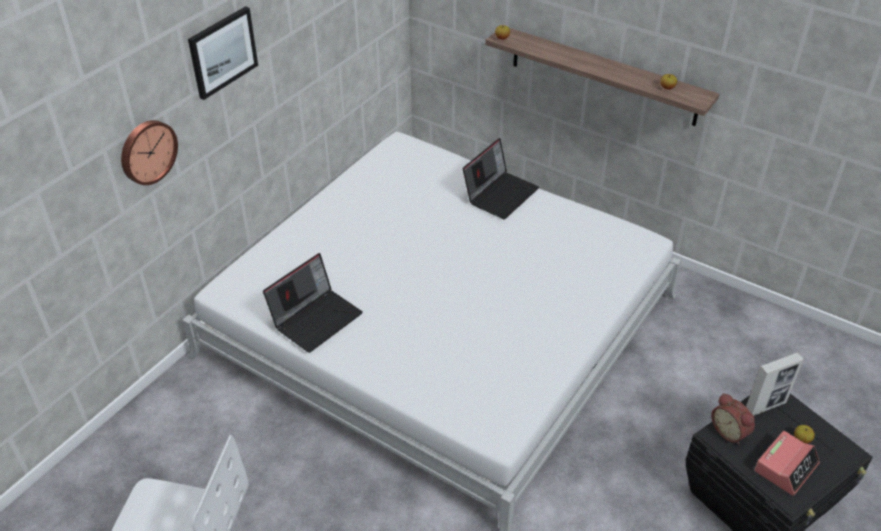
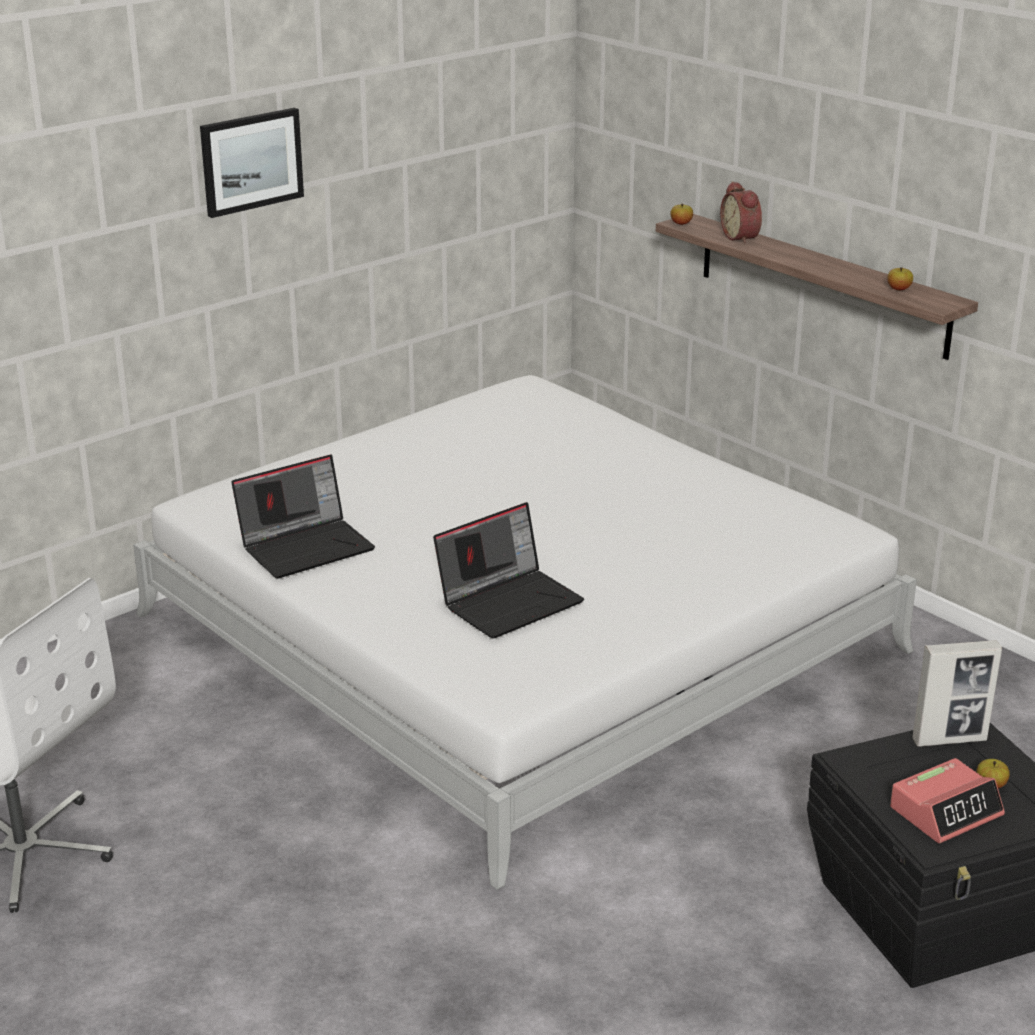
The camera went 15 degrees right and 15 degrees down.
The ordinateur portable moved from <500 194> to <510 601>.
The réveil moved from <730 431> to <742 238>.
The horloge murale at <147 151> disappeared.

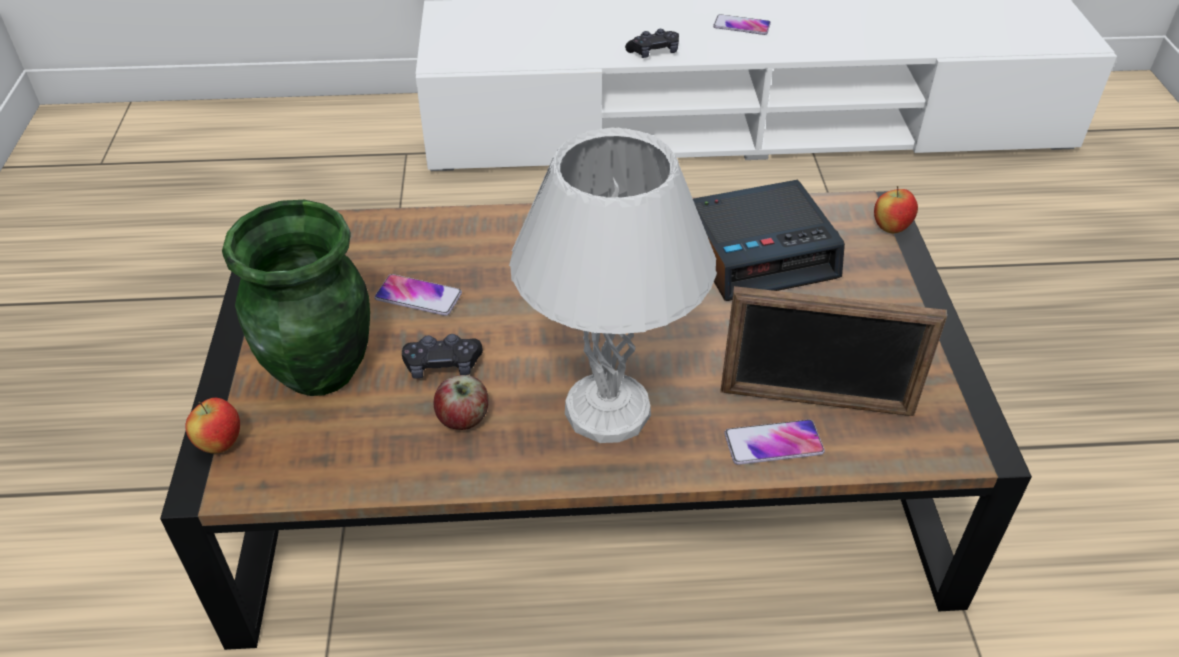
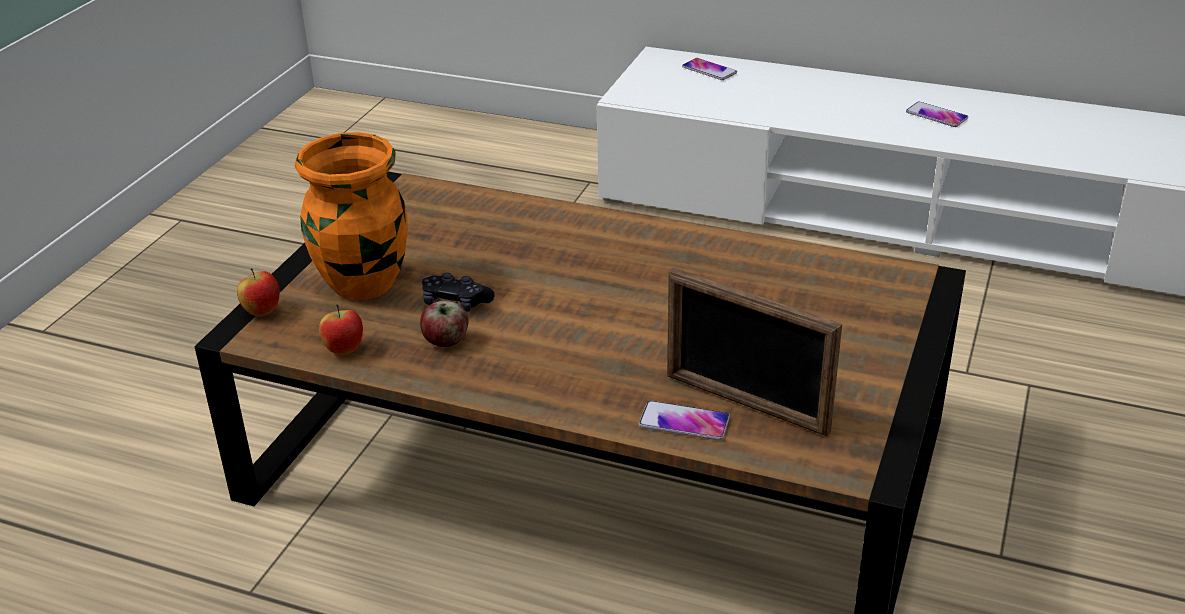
The camera went 25 degrees right and 10 degrees down.
The vase [vert] at <322 371> became the vase [orange] at <364 285>.
The pomme moved from <890 228> to <344 350>.
The téléphone moved from <418 296> to <709 70>.
The lampe de table [blanc] at <610 411> disappeared.
The manette [noir] at <654 52> disappeared.
The réveil at <760 252> disappeared.

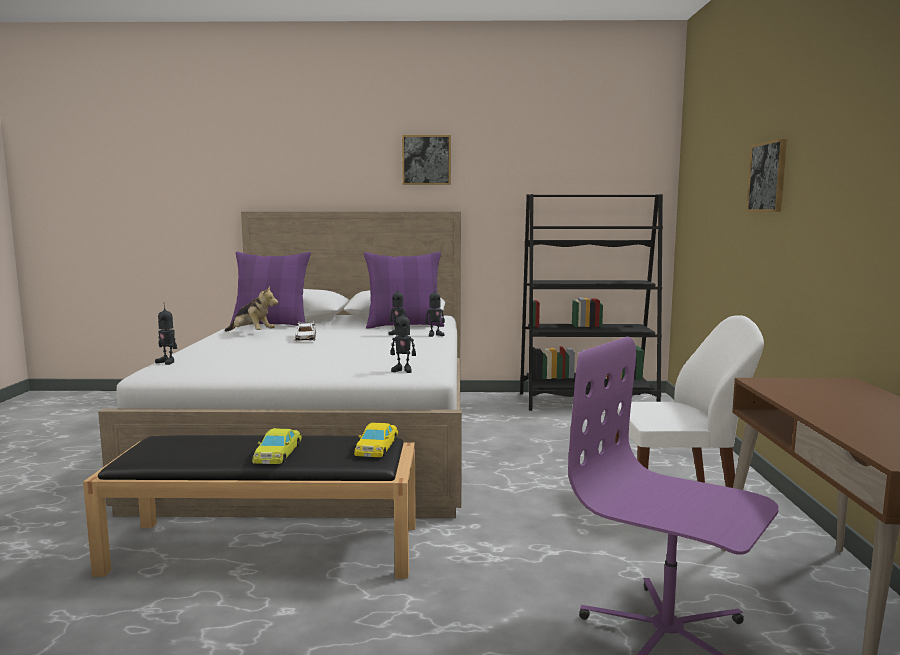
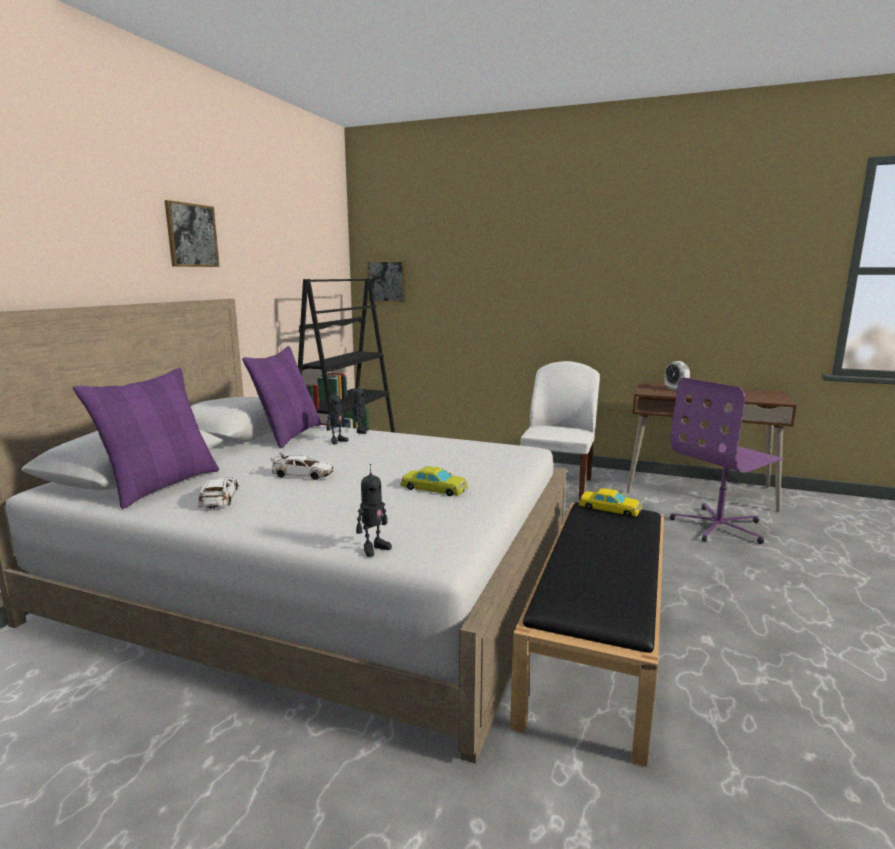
The camera went 70 degrees left and 5 degrees up.
The peluche at <251 334> was replaced by the petite voiture [blanc] at <219 498>.
The tableau moved from <768 177> to <386 281>.
The petite voiture [jaune] moved from <277 453> to <434 488>.
The réveil at <675 389> appeared.
The robot jouet at <403 370> disappeared.

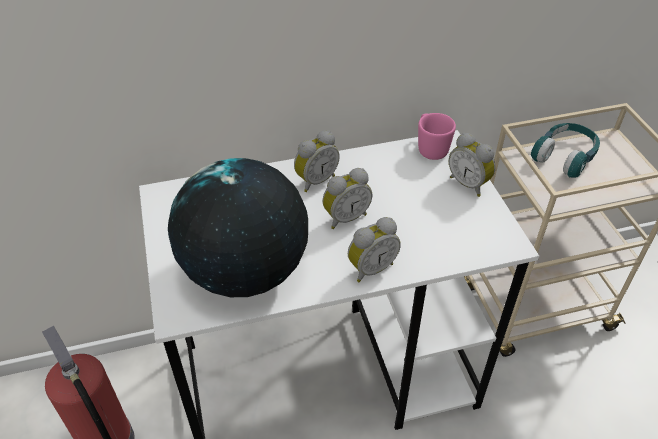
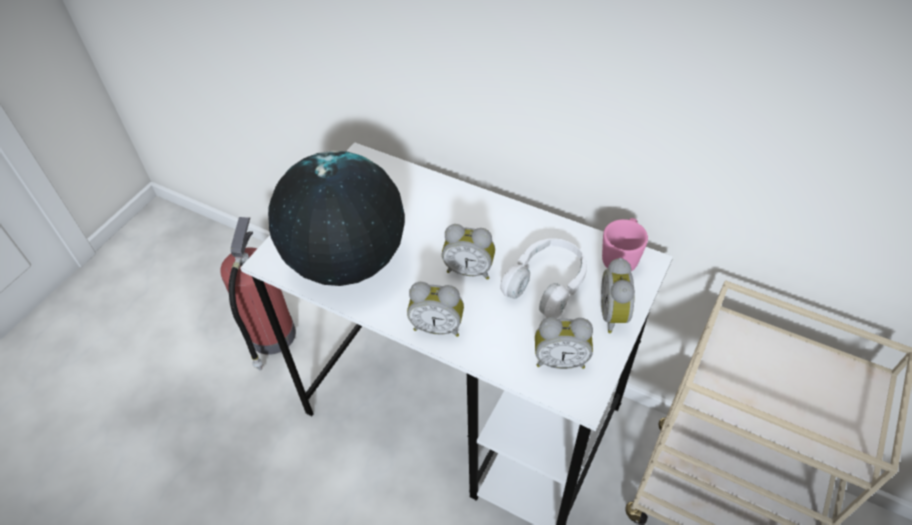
The camera went 45 degrees right and 5 degrees up.
The casque audio [blanc] at <546 284> appeared.
The réveil moved from <315 180> to <560 359>.
The casque audio [turquoise] at <565 157> disappeared.

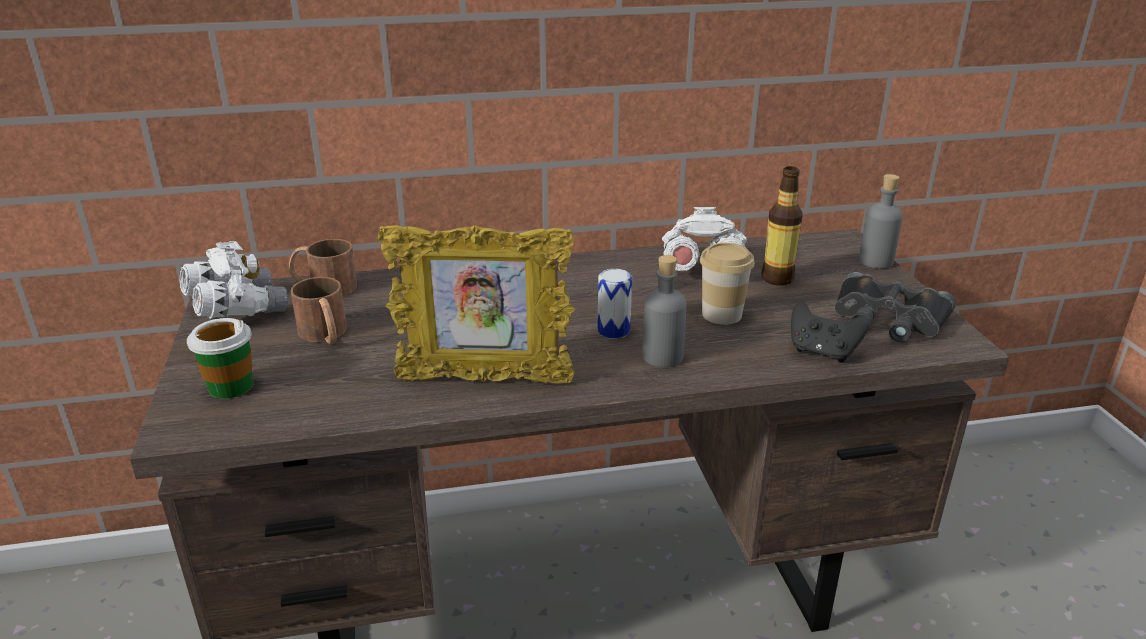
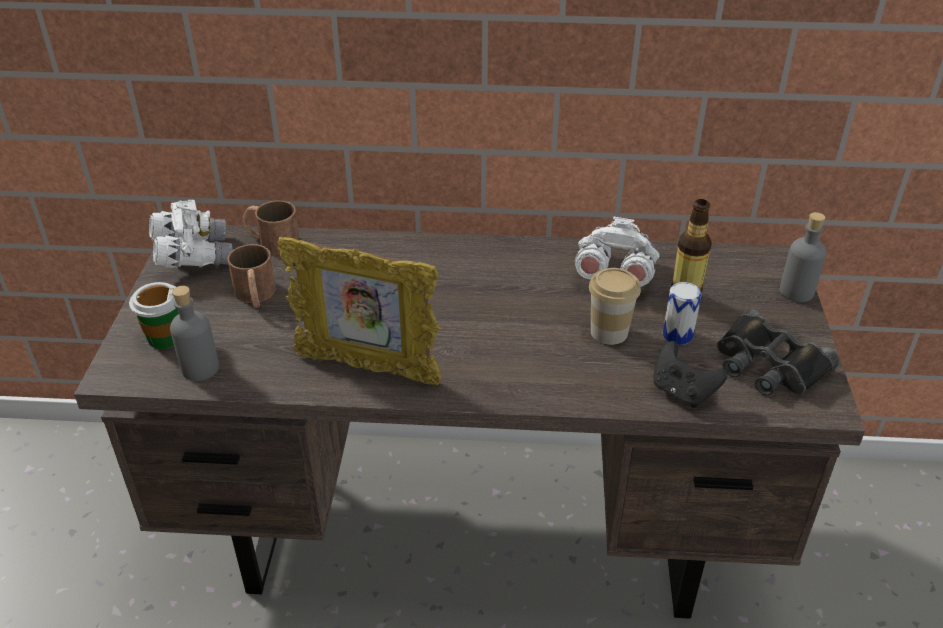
The camera went 15 degrees right and 10 degrees up.
The bouteille [gris] moved from <662 356> to <200 368>.
The boîte métallique moved from <613 330> to <677 335>.

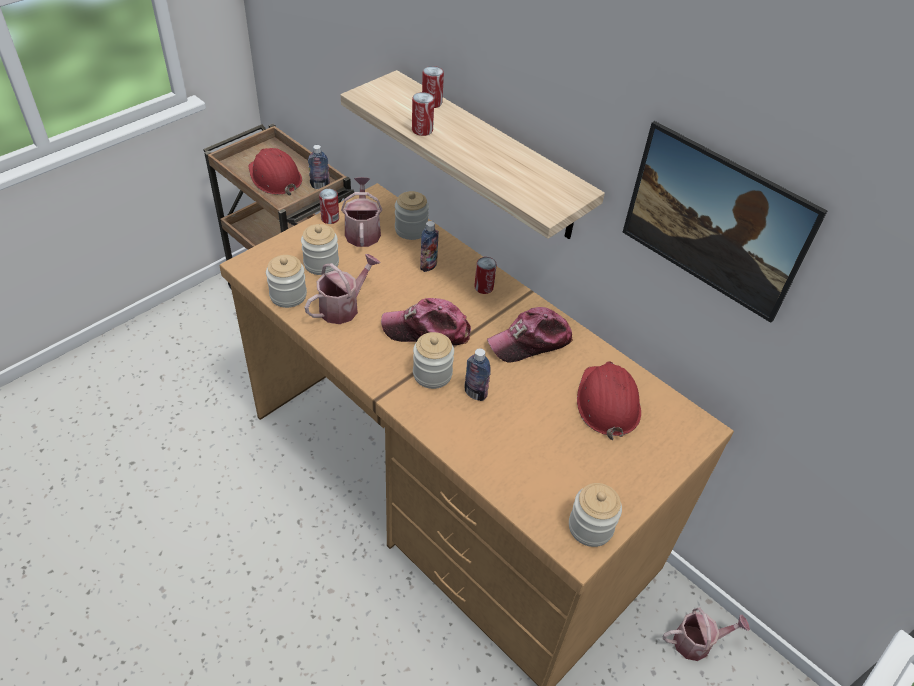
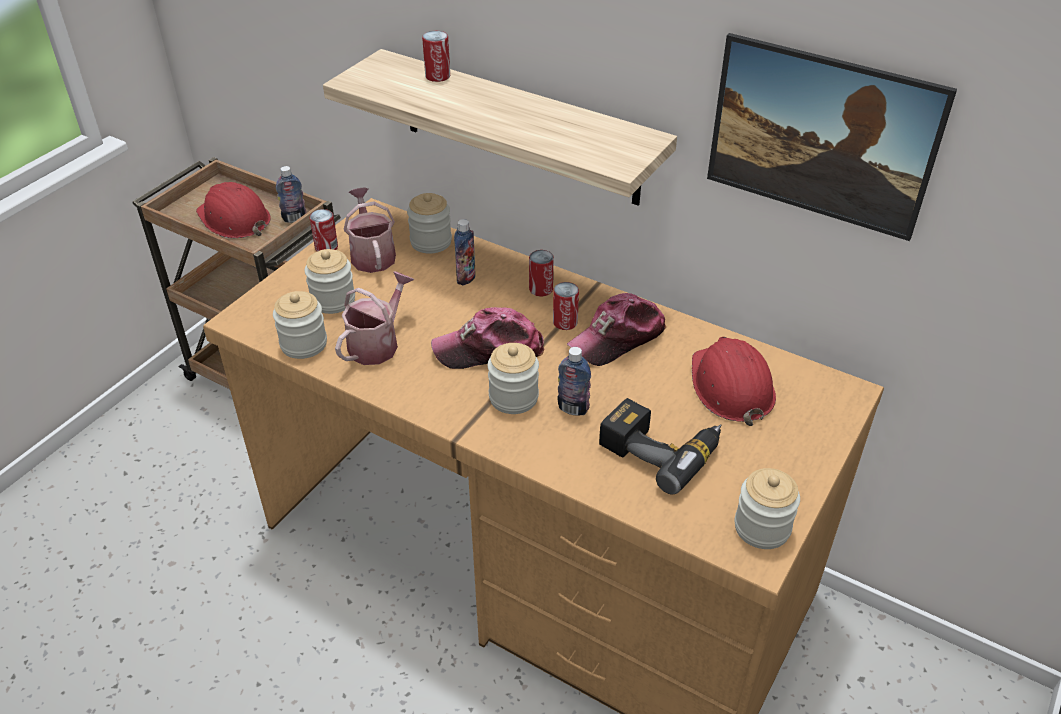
The camera went 10 degrees left and 5 degrees down.
The boîte métallique moved from <422 130> to <565 322>.
The perceuse at <661 448> appeared.
The arrosoir at <697 642> disappeared.

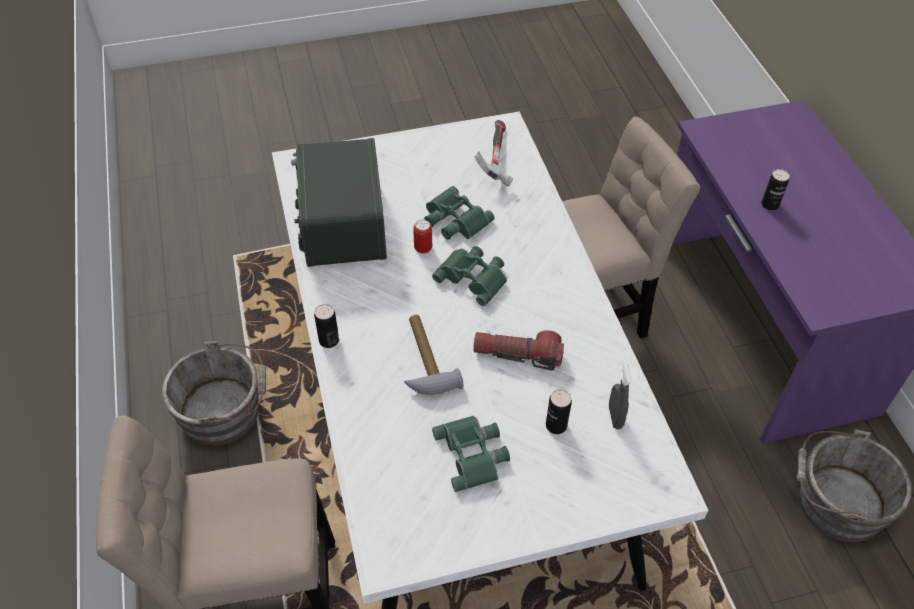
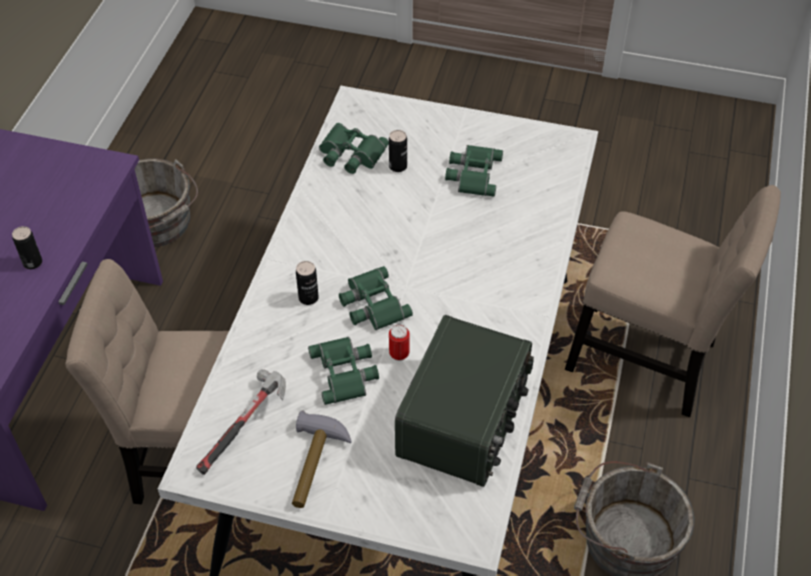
The camera went 150 degrees left and 0 degrees up.
The marteau moved from <424 360> to <316 465>.
The boîte métallique moved from <329 340> to <308 298>.
The vaporisateur [gris] at <615 417> was replaced by the jumelles [vert] at <350 154>.
The lampe de poche at <517 355> disappeared.

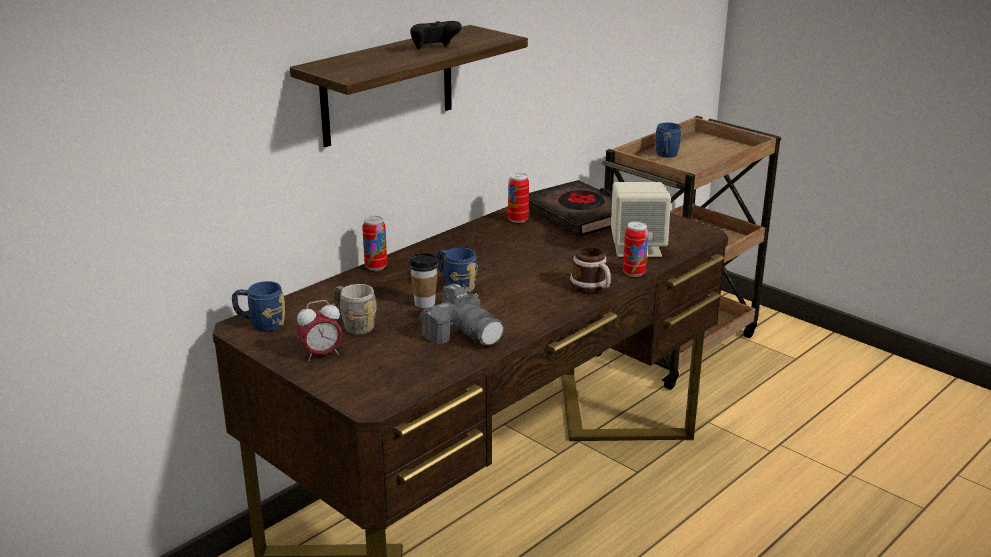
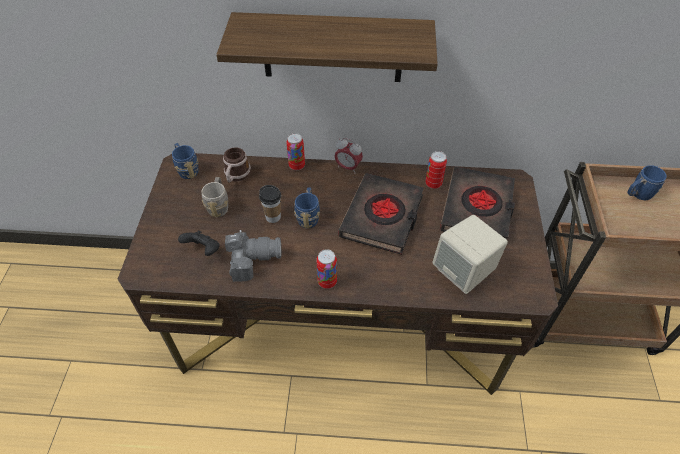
The camera went 50 degrees right and 25 degrees up.
The manette [noir] moved from <434 49> to <203 250>.
The mug moved from <592 288> to <236 176>.
The appareil photo at <463 334> turned 105 degrees counterclockwise.
The boîte métallique moved from <634 273> to <327 282>.
The réveil moved from <321 354> to <348 167>.
The livre [noir] at <382 217> appeared.

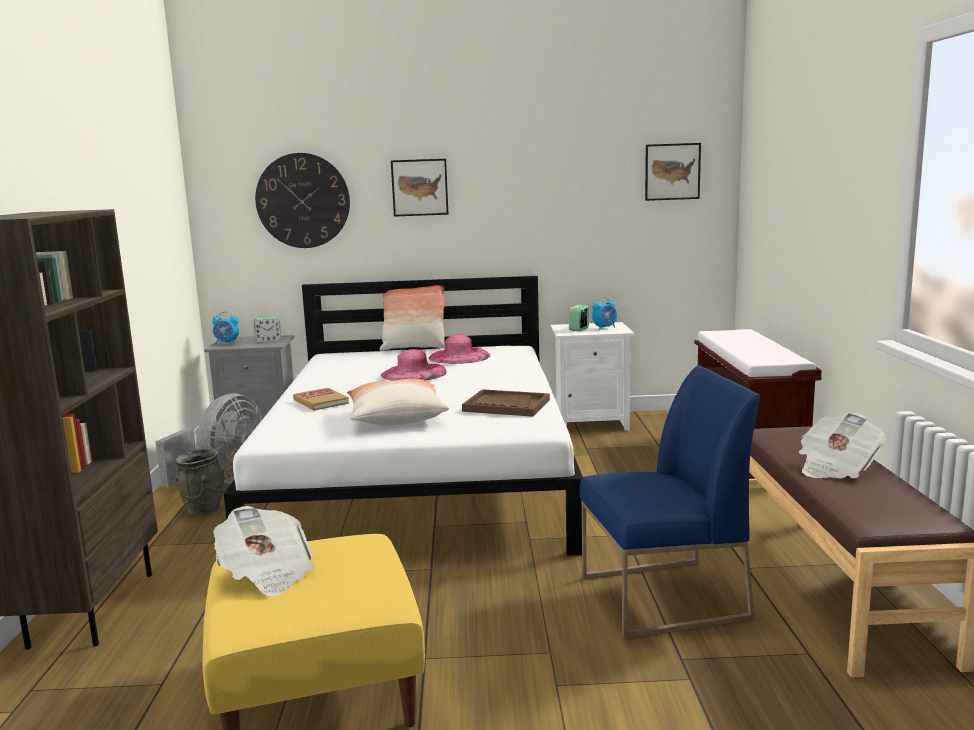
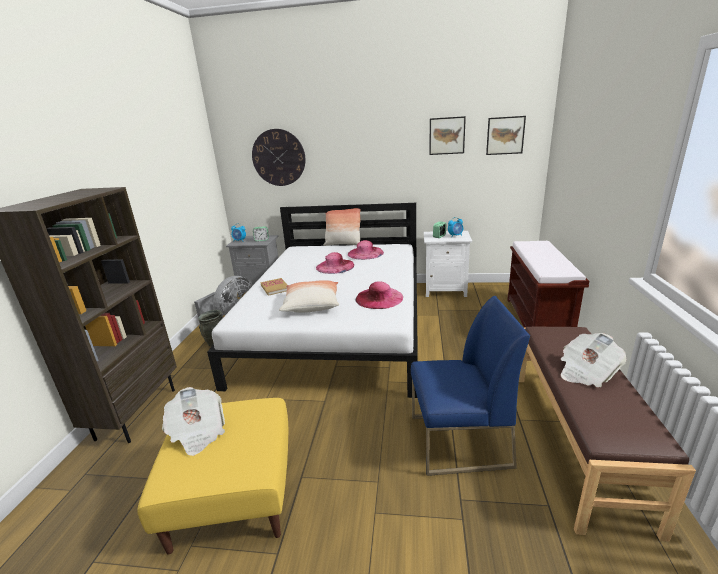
The camera went 10 degrees right and 10 degrees up.
The plateau [marron] at <506 406> was replaced by the chapeau [rose] at <379 298>.
The tableau moved from <419 187> to <447 136>.

